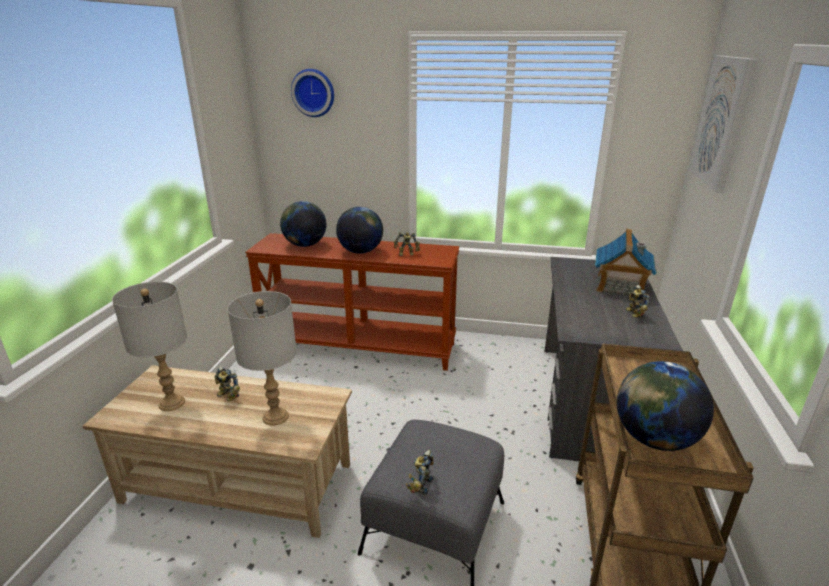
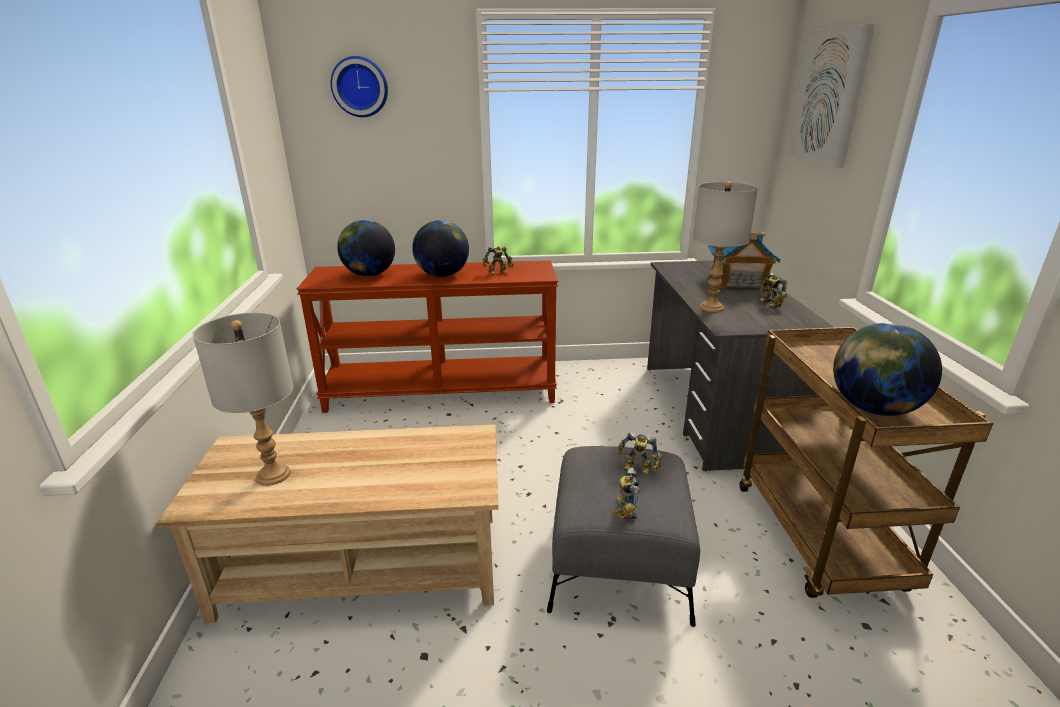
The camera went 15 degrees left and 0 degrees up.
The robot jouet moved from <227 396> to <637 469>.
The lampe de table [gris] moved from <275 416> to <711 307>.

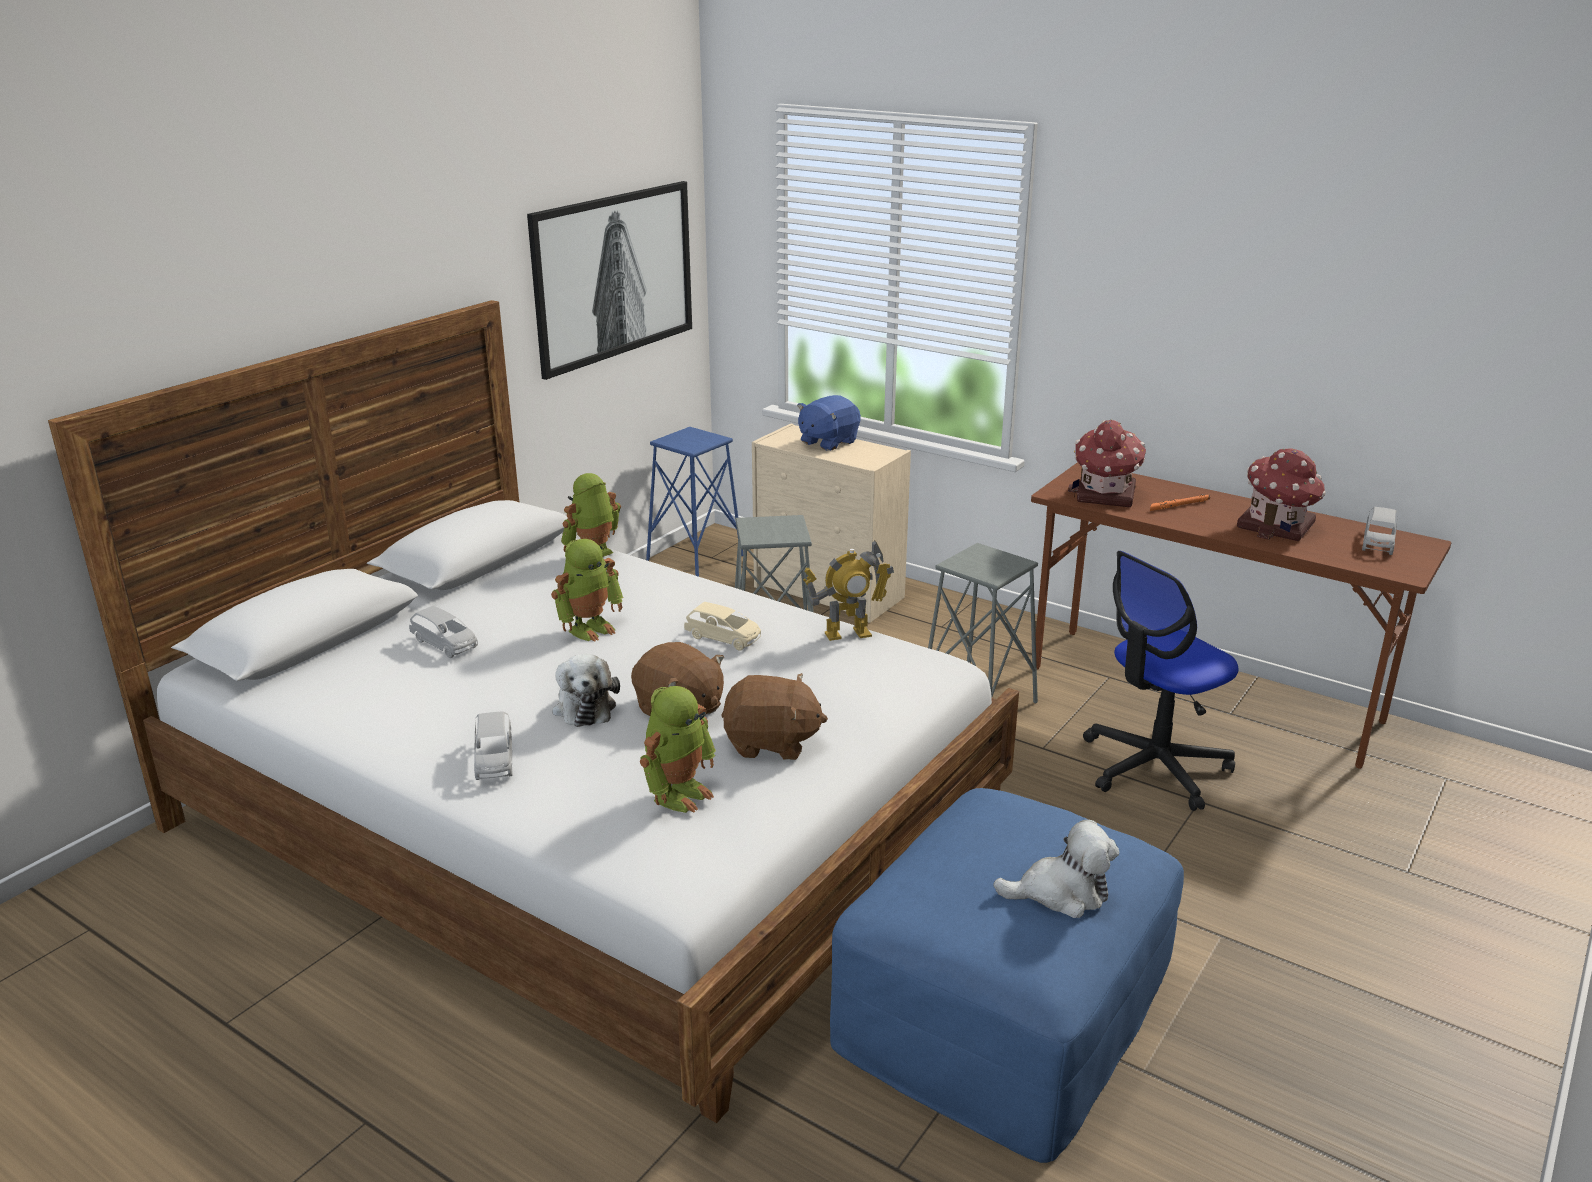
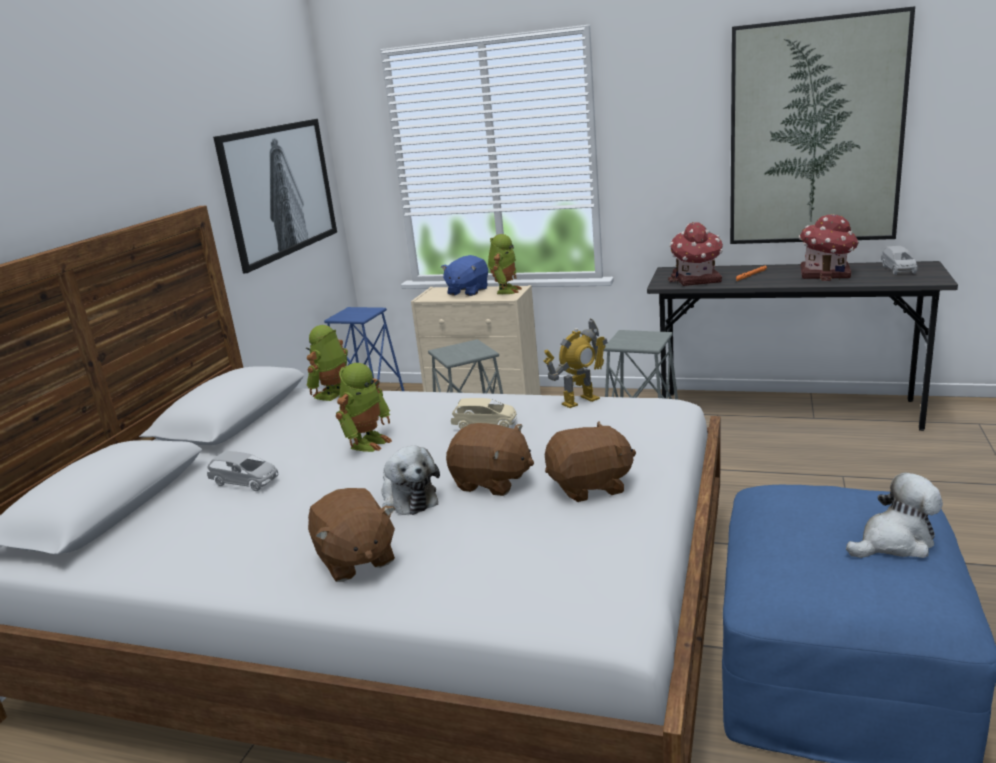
The camera went 15 degrees left and 5 degrees down.
The petite voiture [gris] at <494 760> was replaced by the peluche [marron] at <355 560>.
The robot jouet moved from <679 793> to <505 290>.
The bureau [marron] at <1204 694> became the bureau [gris] at <787 410>.
The tableau at <814 134> appeared.
The chaise de bureau at <1154 767> disappeared.

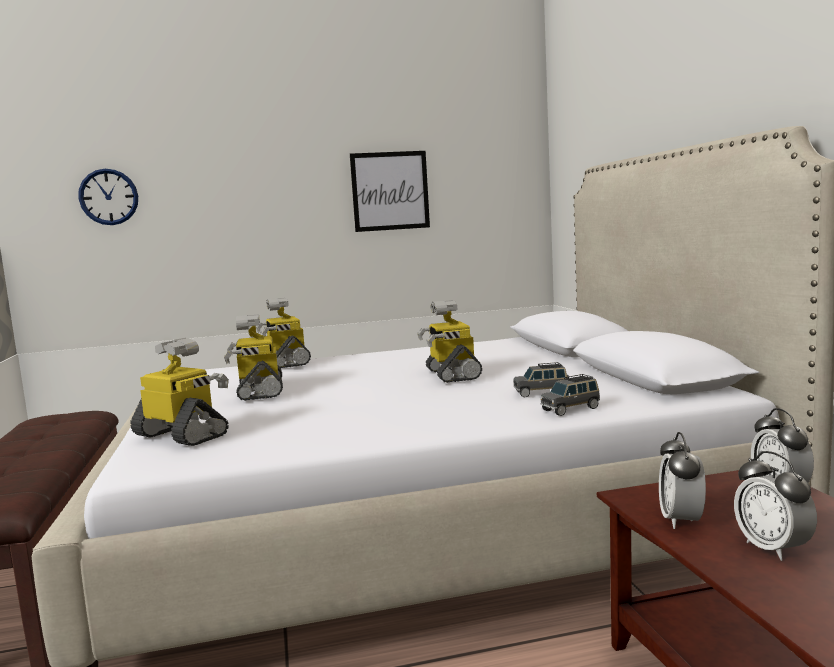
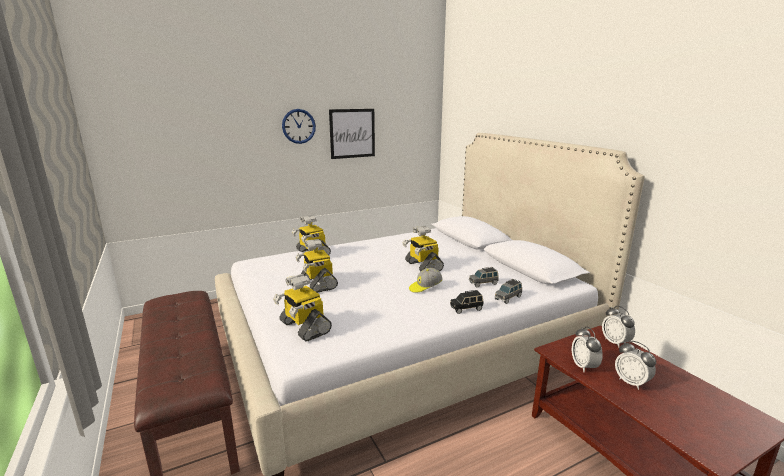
The camera went 15 degrees left and 10 degrees up.
The robot jouet at <183 435> turned 150 degrees counterclockwise.
The horloge murale moved from <108 197> to <298 126>.
The casquette at <425 287> appeared.
The petite voiture [noir] at <466 309> appeared.

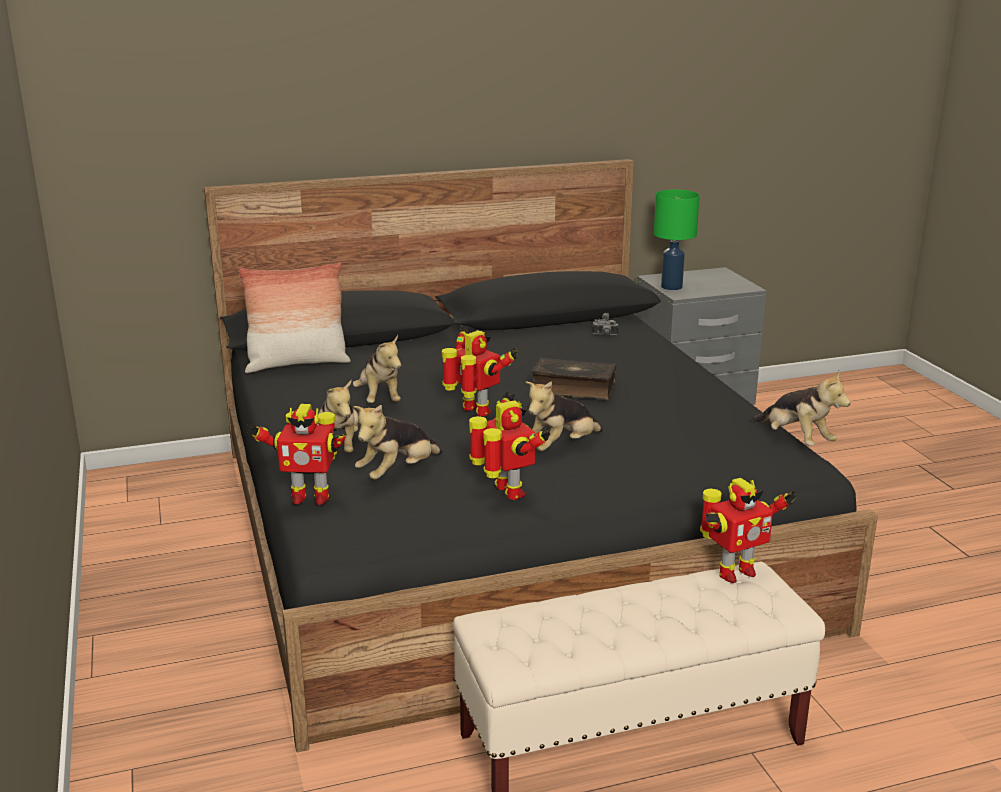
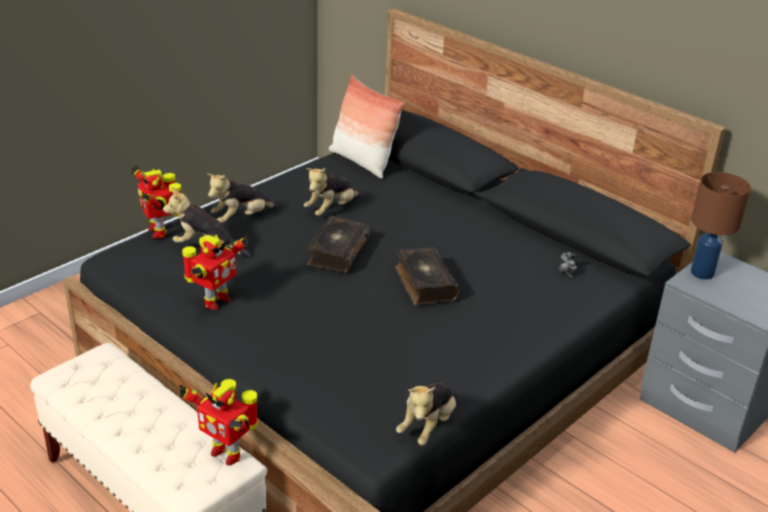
The camera went 60 degrees right and 10 degrees up.
The robot jouet at <475 412> was replaced by the livre at <337 252>.
The lampe de table [vert] at <671 287> became the lampe de table [marron] at <701 273>.
The peluche at <561 446> disappeared.

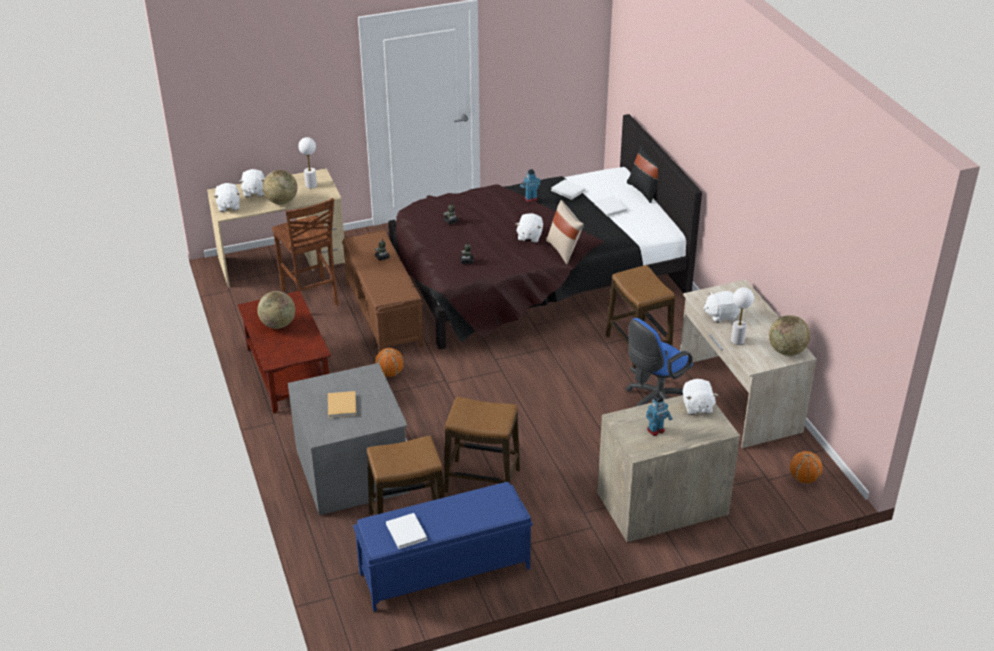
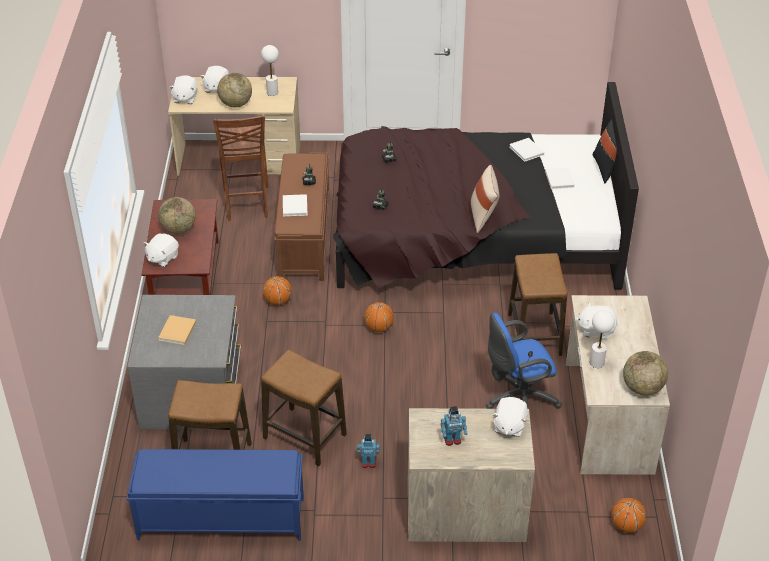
The camera went 20 degrees right and 5 degrees up.
The peluche [blanc] moved from <529 237> to <162 258>.
The livre [blanc] moved from <406 531> to <295 206>.
The robot jouet moved from <530 199> to <368 462>.
The ballon de basket at <379 328> appeared.

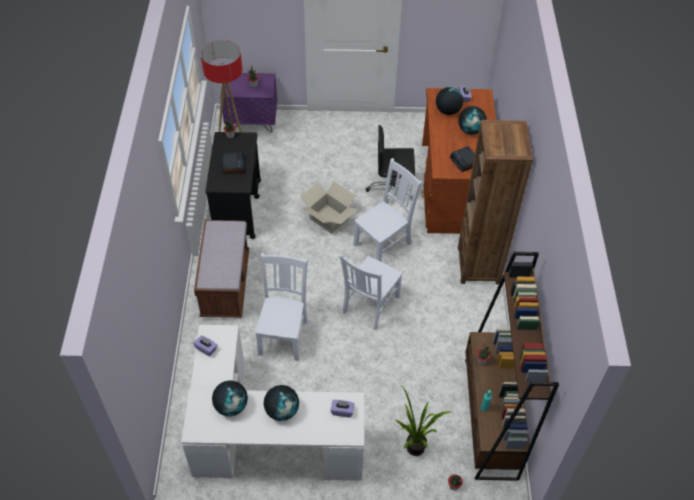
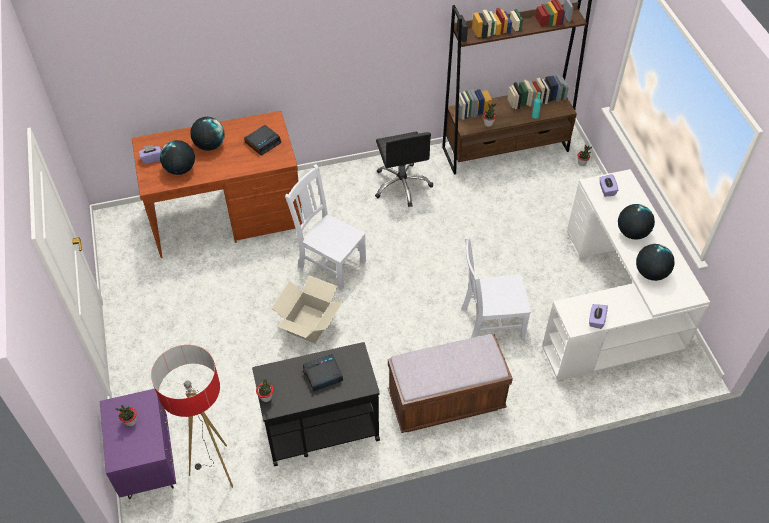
The camera went 105 degrees left and 0 degrees up.
The chaise de bureau [noir] moved from <392 191> to <402 185>.
The chaise [blanc] at <369 306> disappeared.
The plante en pot at <413 452> disappeared.
The bibliothèque [marron] at <478 265> disappeared.

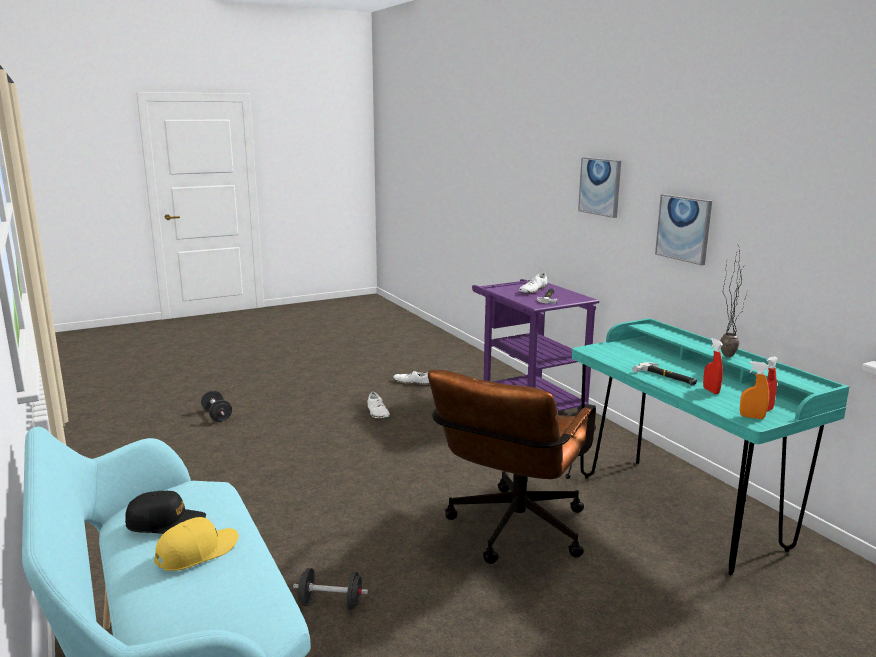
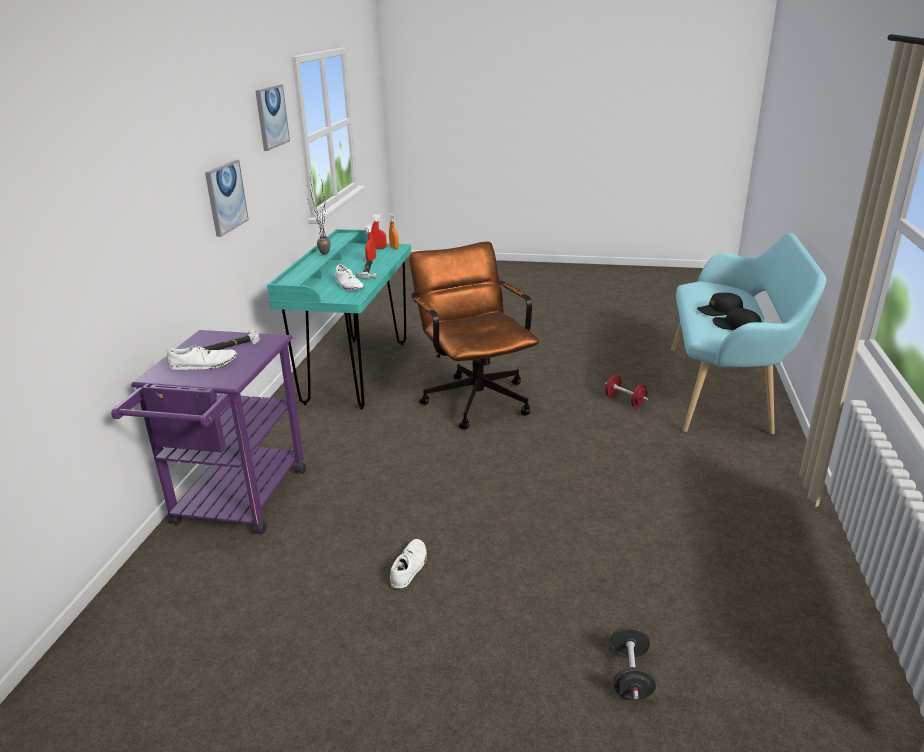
The camera went 140 degrees left and 10 degrees up.
The tableau moved from <600 186> to <271 117>.
The chaussure [blanc] moved from <413 382> to <349 285>.
The chaise de bureau [marron] at <512 533> turned 90 degrees counterclockwise.
The haltère [noir] at <331 603> became the haltère [rouge] at <625 401>.
The casquette [jaune] at <197 551> became the casquette [noir] at <719 311>.

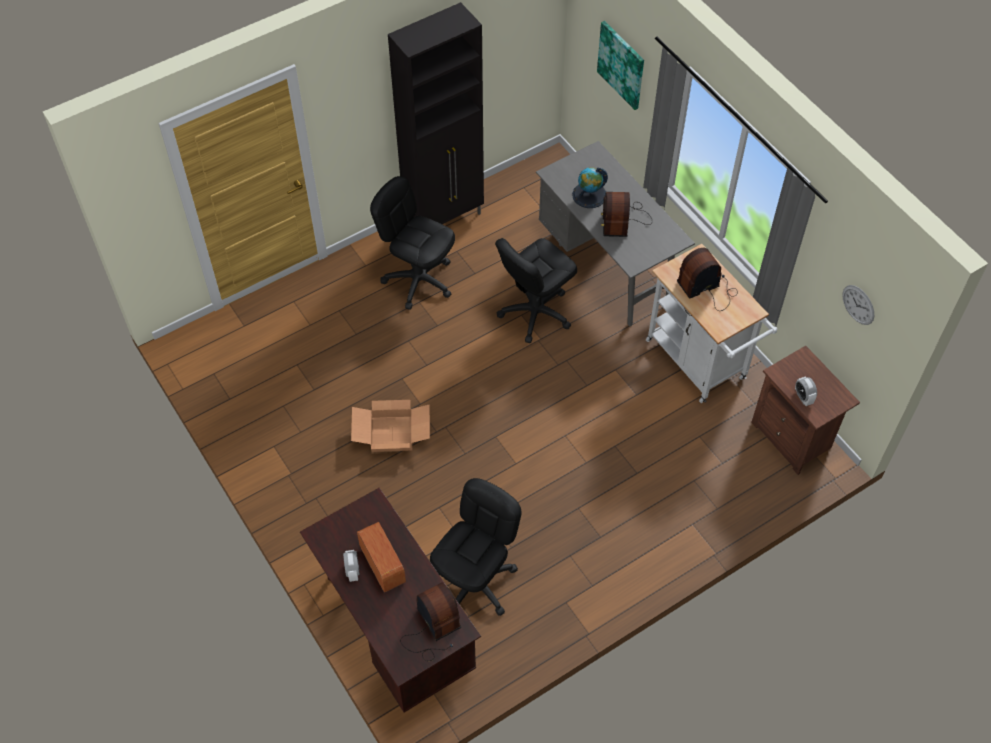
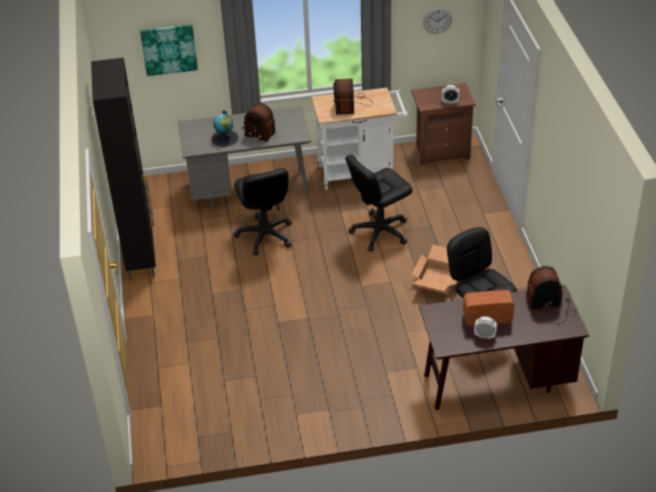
The camera went 65 degrees left and 15 degrees down.
The chaise de bureau [noir] moved from <419 280> to <379 232>.
The carton moved from <392 433> to <437 280>.

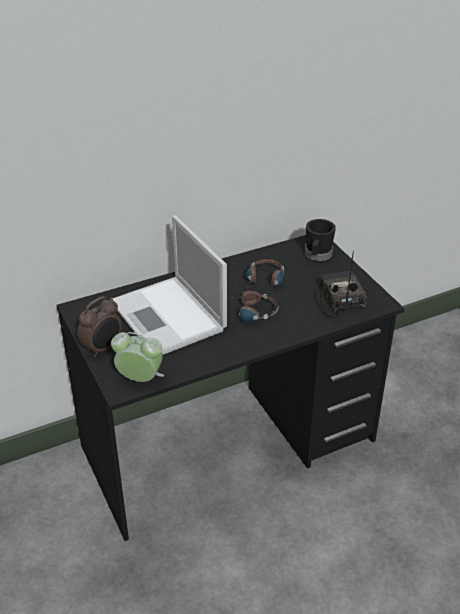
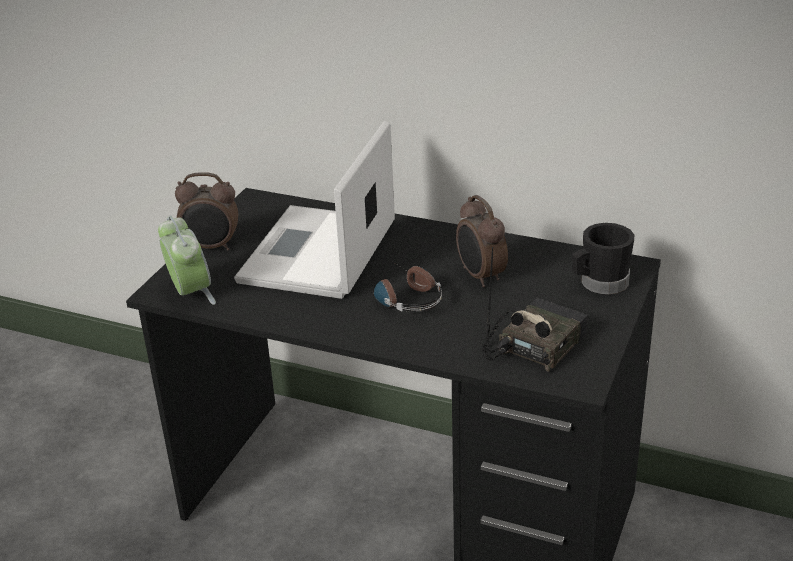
The camera went 50 degrees right and 5 degrees down.
The casque audio at <264 281> was replaced by the réveil at <480 276>.

